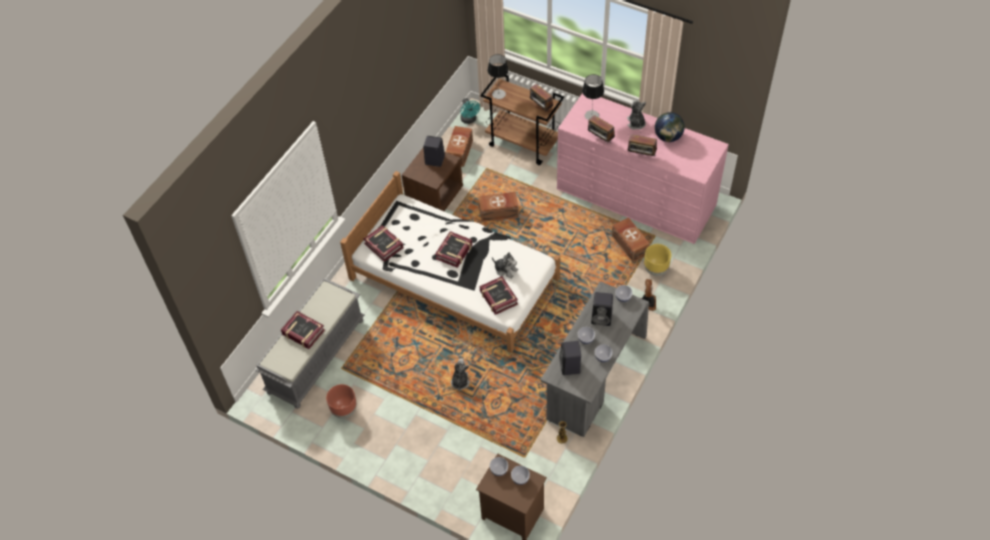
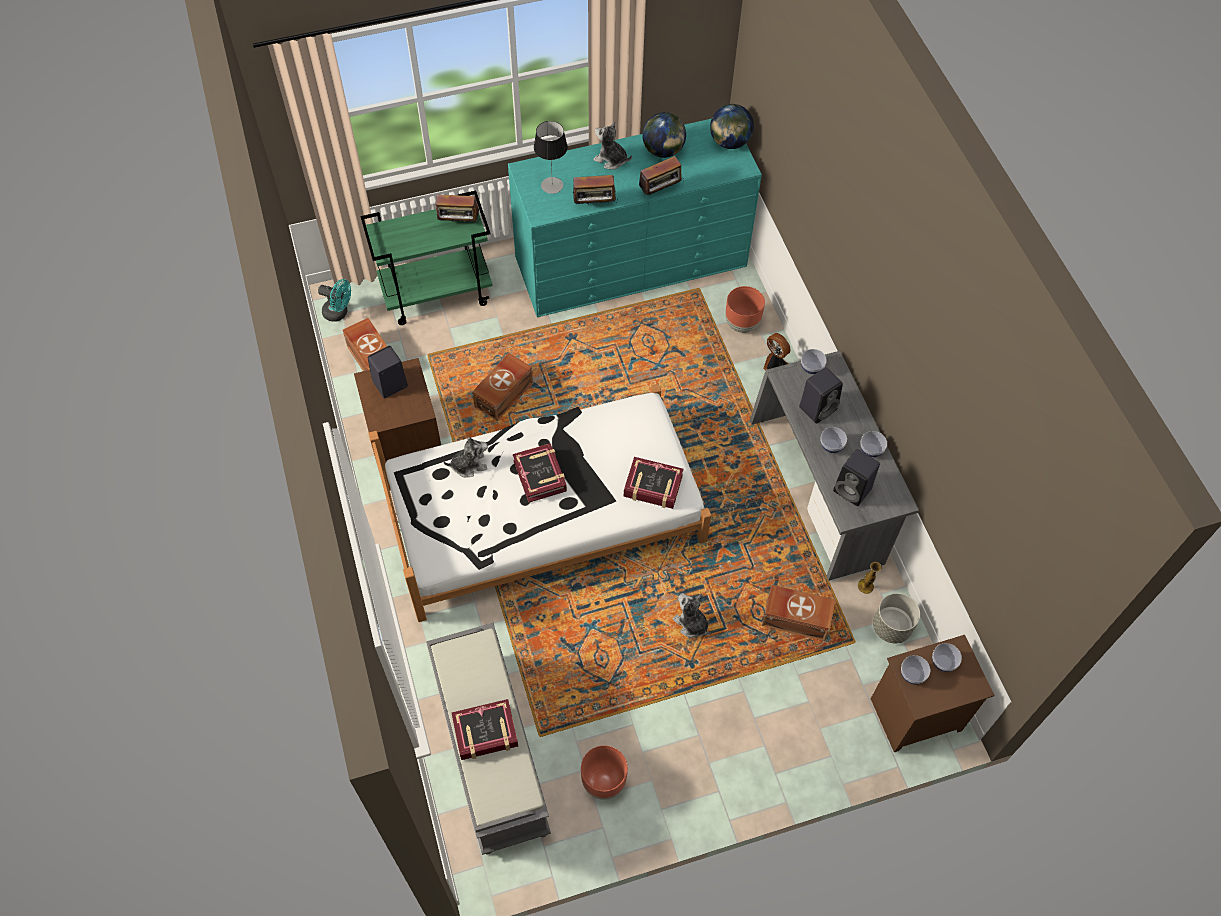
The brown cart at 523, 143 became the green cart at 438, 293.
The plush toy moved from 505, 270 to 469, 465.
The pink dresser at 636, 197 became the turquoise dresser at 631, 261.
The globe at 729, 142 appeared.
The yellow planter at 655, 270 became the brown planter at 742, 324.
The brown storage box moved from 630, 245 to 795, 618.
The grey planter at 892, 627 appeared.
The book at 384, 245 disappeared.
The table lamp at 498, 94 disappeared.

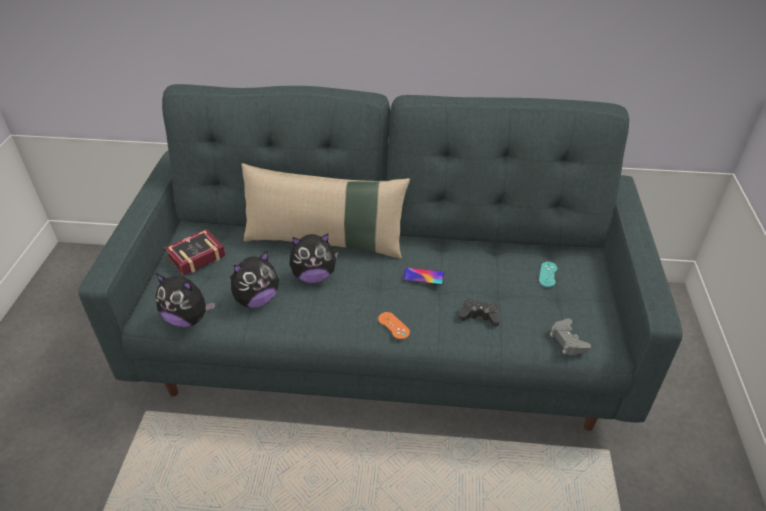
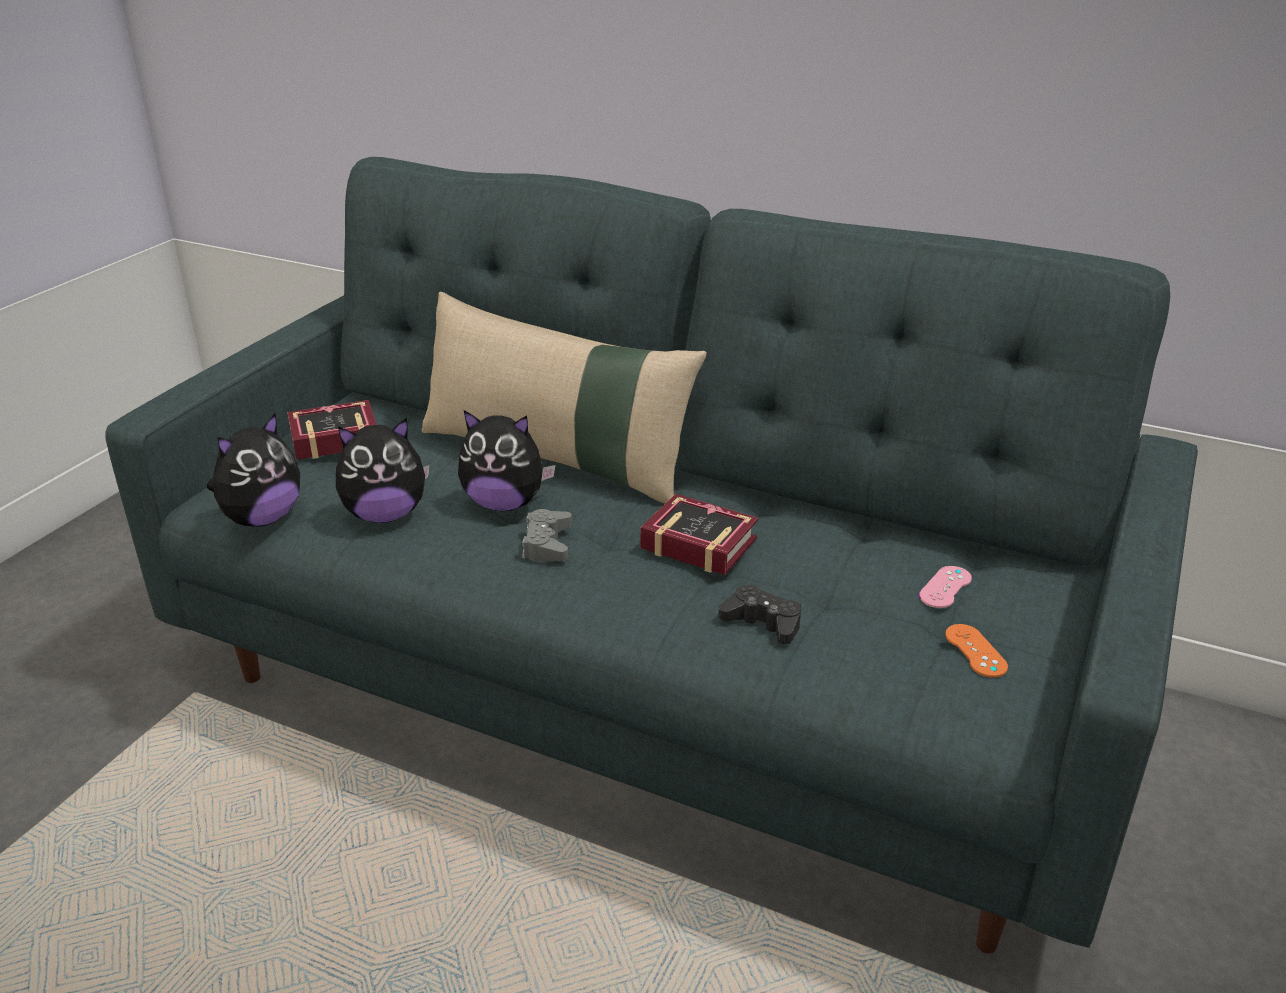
The plush toy at 188, 318 turned 90 degrees counterclockwise.
The grey game controller moved from 568, 341 to 547, 544.
The phone at 423, 276 was replaced by the book at 696, 541.
The turquoise game controller at 548, 274 became the pink game controller at 945, 587.
The orange game controller moved from 393, 325 to 975, 651.

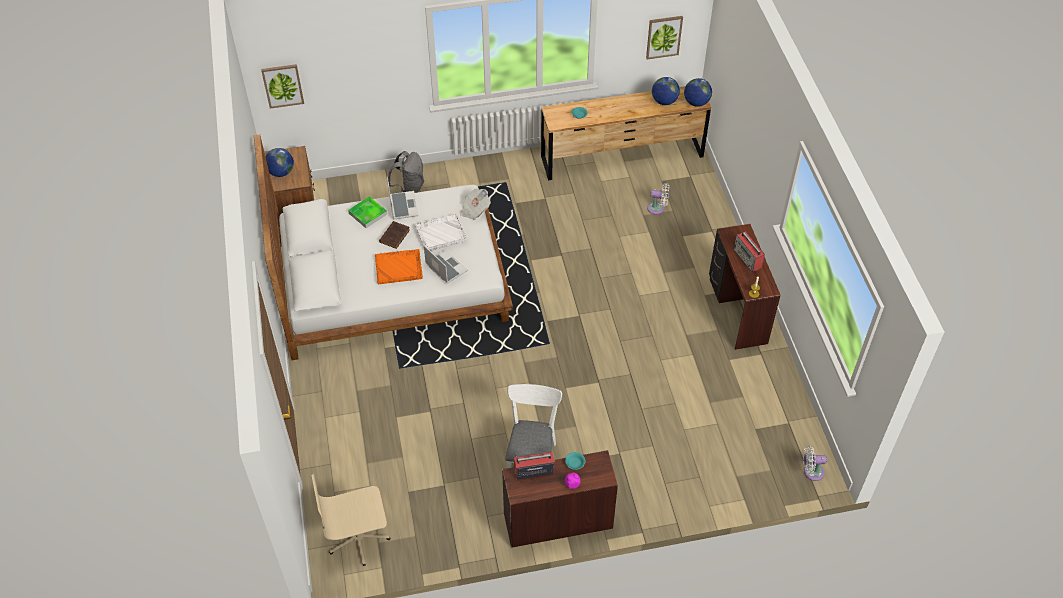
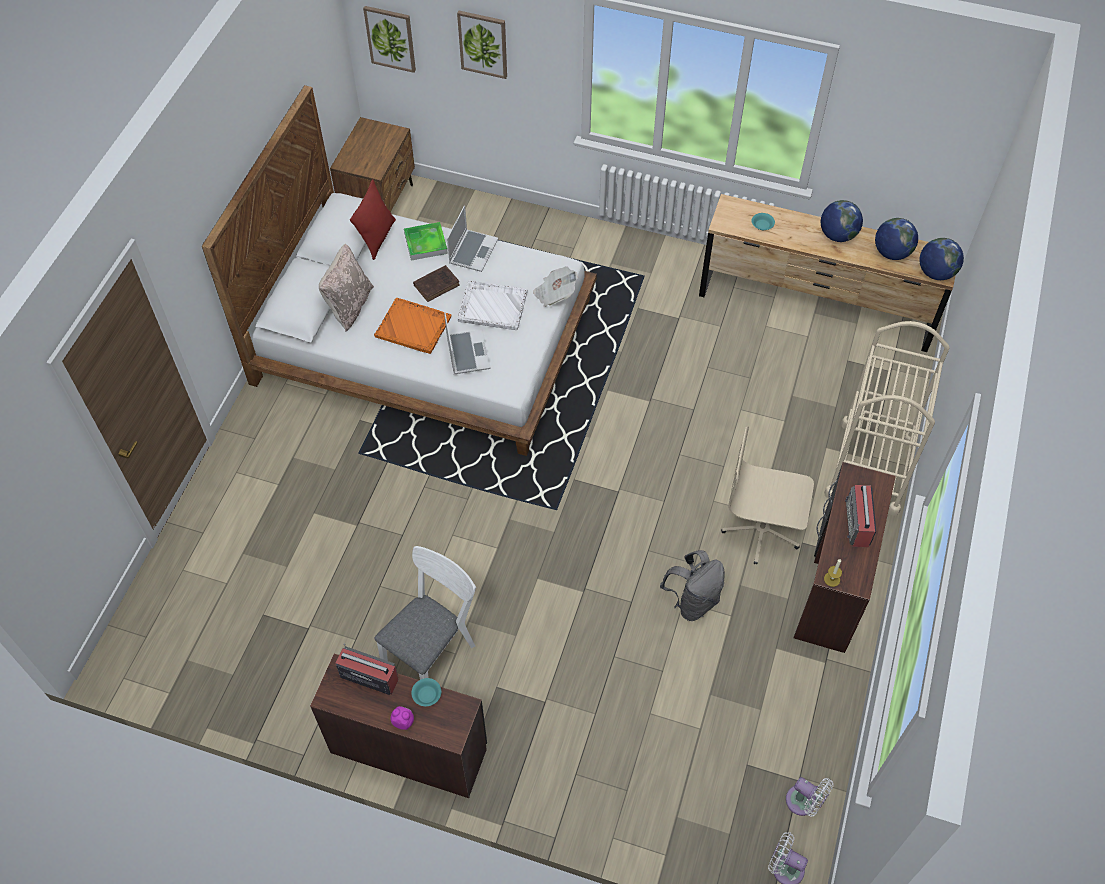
The beige pillow at 349, 306 appeared.
The red pillow at 377, 238 appeared.
The picture moved from 663, 36 to 483, 44.
The grey backpack moved from 409, 189 to 692, 601.
The beige office chair moved from 358, 538 to 761, 530.
The white fan moved from 657, 208 to 804, 802.
The globe moved from 281, 172 to 837, 235.
The beige cart at 869, 467 appeared.

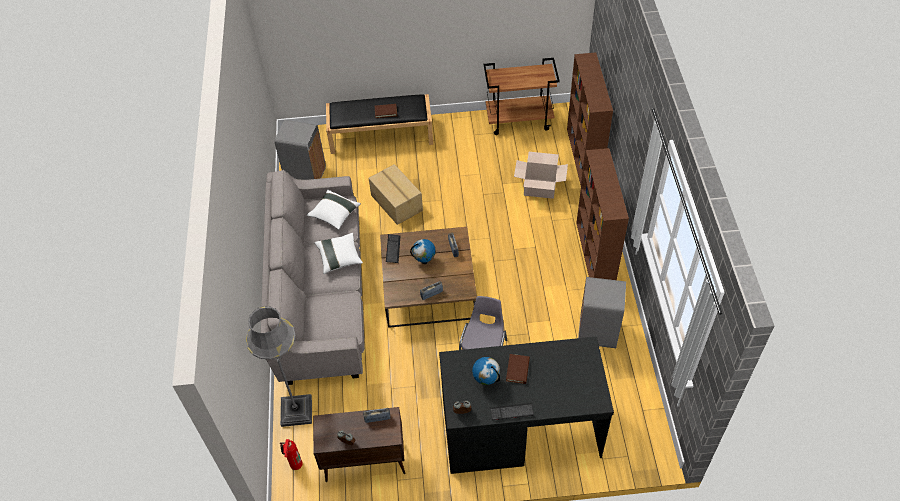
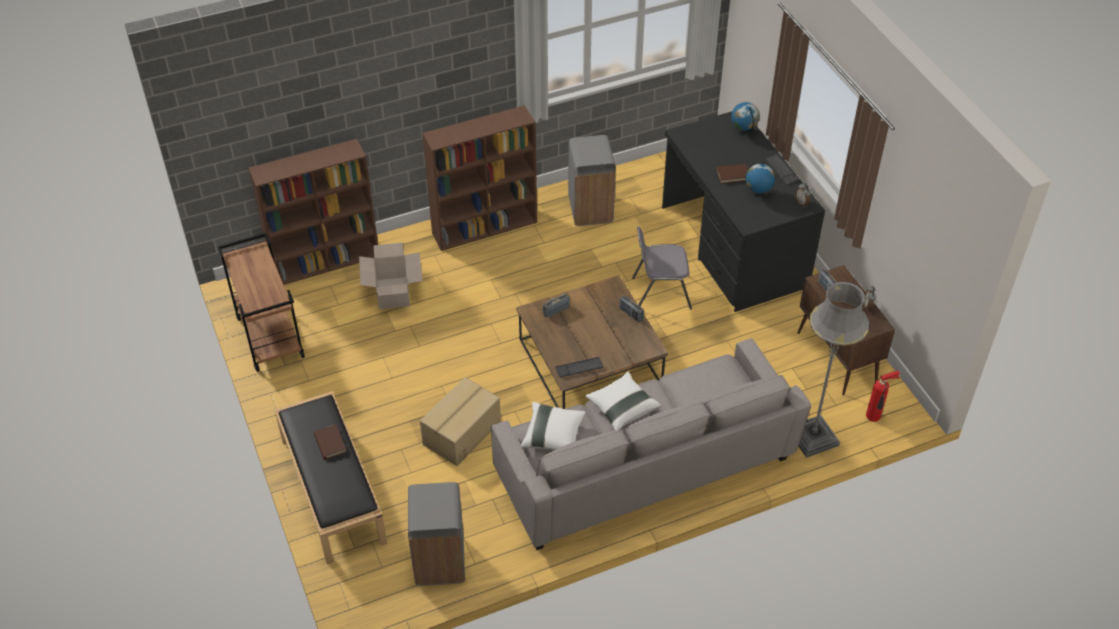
The globe moved from 424, 261 to 743, 132.

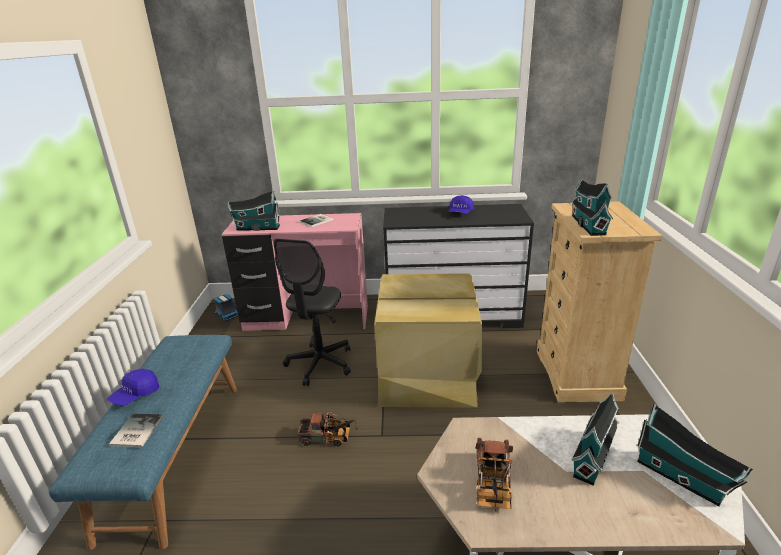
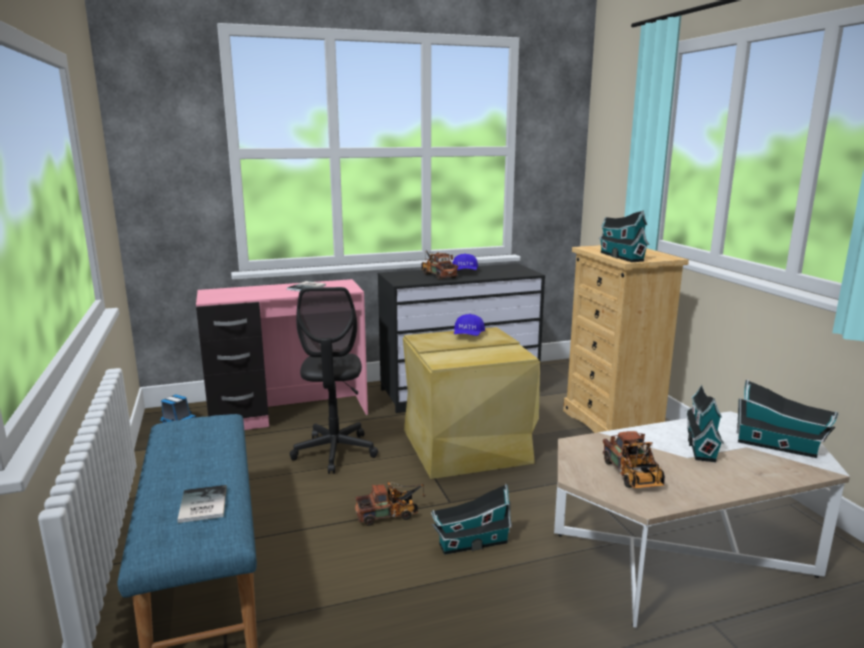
The toy truck at 437, 275 appeared.
The toy house moved from 256, 228 to 470, 544.
The blue cap moved from 136, 395 to 468, 336.

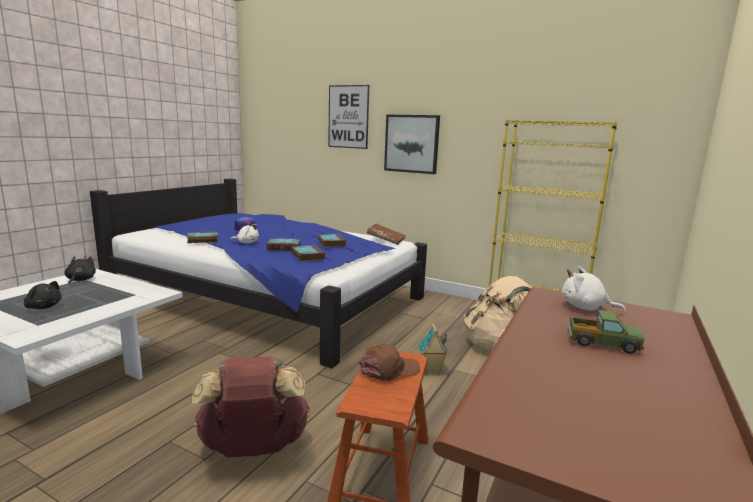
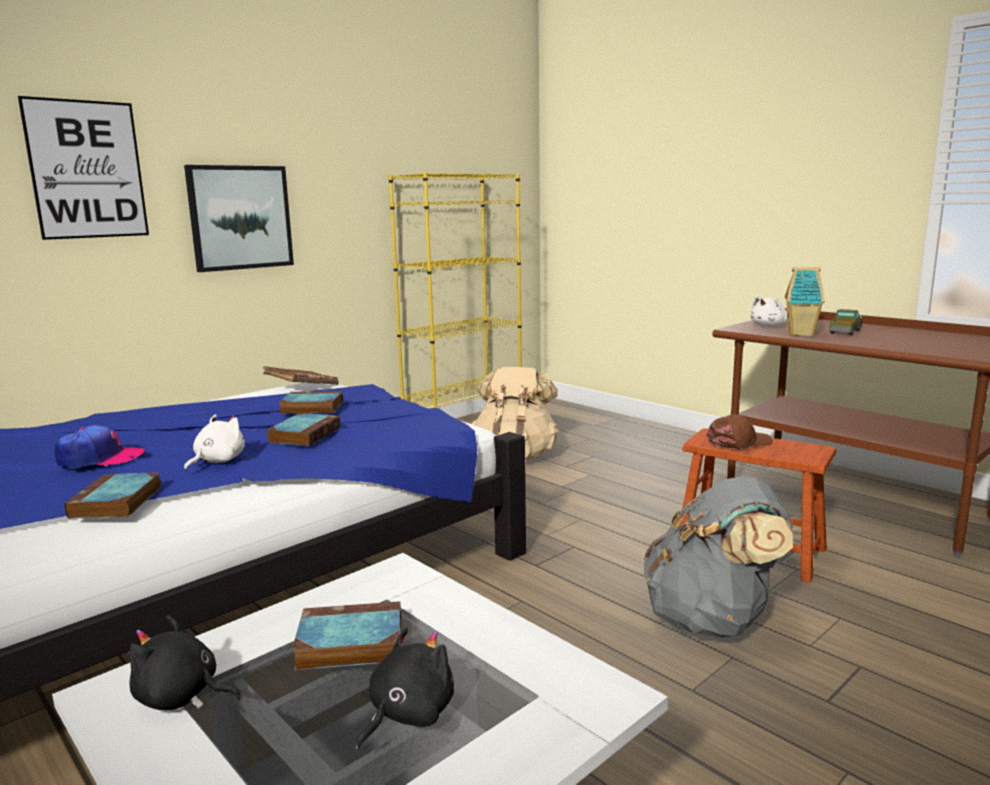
The book moved from 307, 256 to 347, 644.
The brown backpack at 254, 449 became the grey backpack at 712, 620.
The brown cap at 389, 369 turned 75 degrees clockwise.
The toy house moved from 431, 370 to 802, 334.

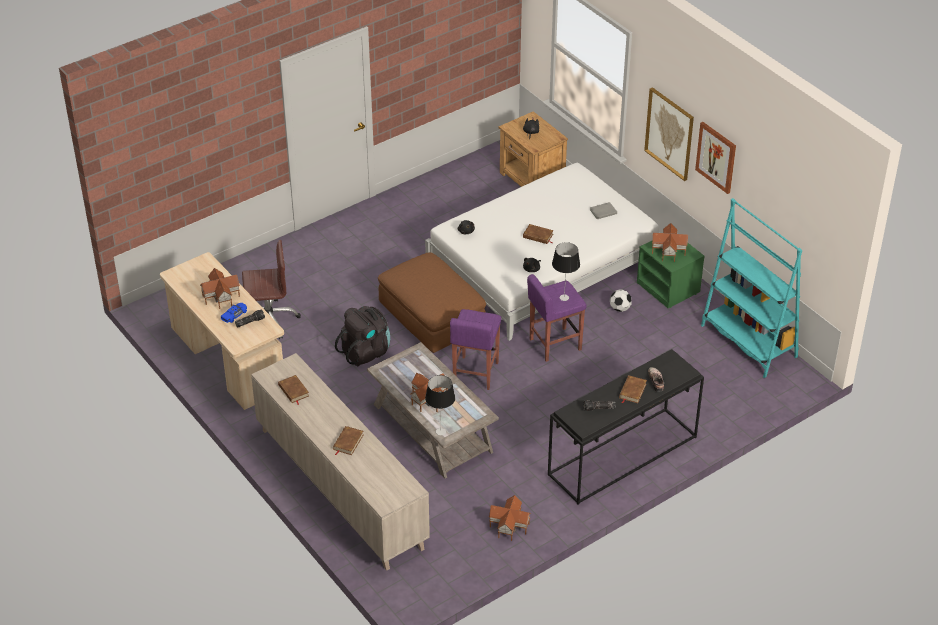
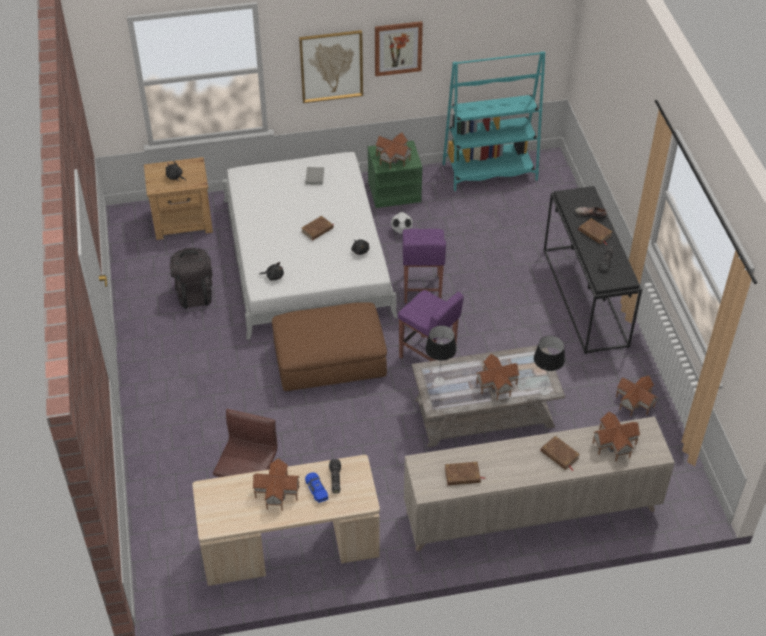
The black backpack moved from 366, 352 to 194, 293.
The table lamp moved from 564, 297 to 439, 380.
The toy house at 613, 444 appeared.

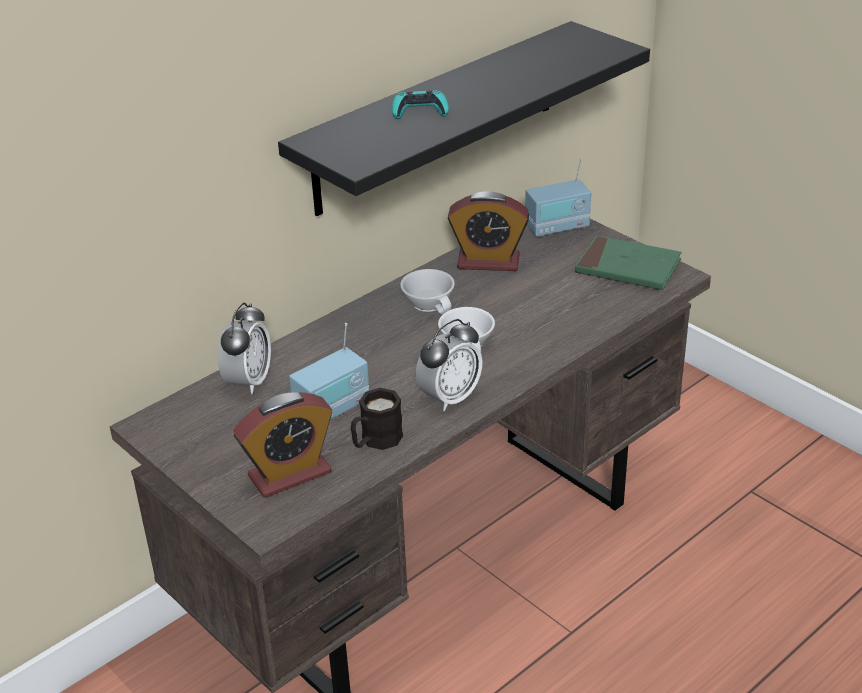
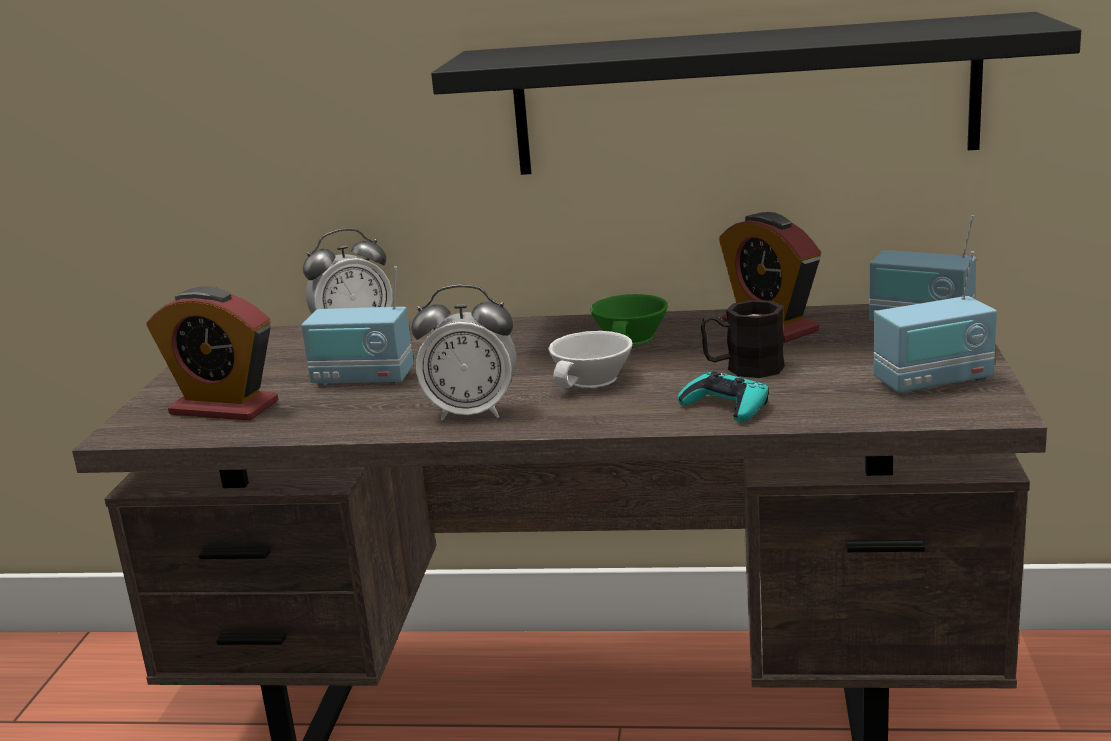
The white cup at 431, 303 became the green cup at 633, 338.
The turquoise game controller moved from 420, 111 to 726, 406.
The black mug moved from 375, 441 to 743, 368.
The green book at 627, 268 was replaced by the radio at 933, 382.

